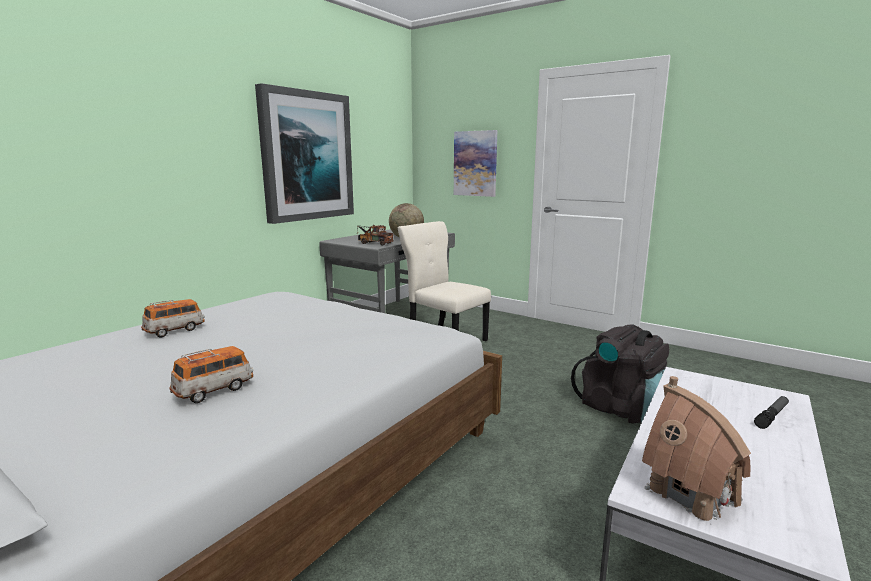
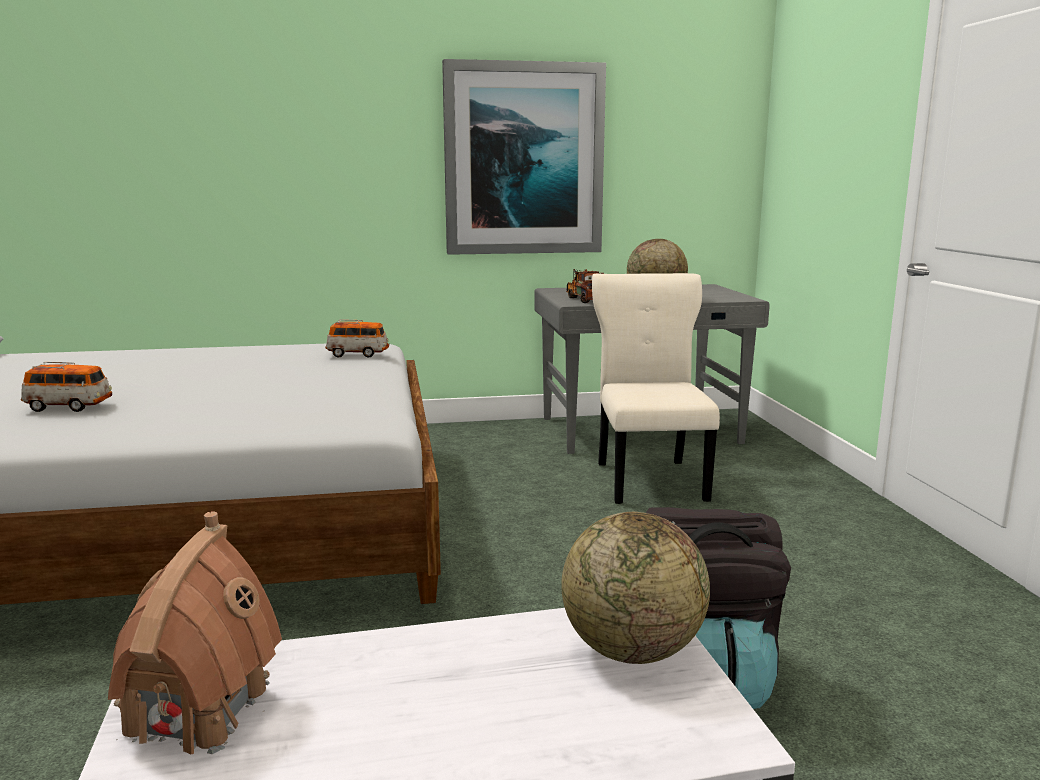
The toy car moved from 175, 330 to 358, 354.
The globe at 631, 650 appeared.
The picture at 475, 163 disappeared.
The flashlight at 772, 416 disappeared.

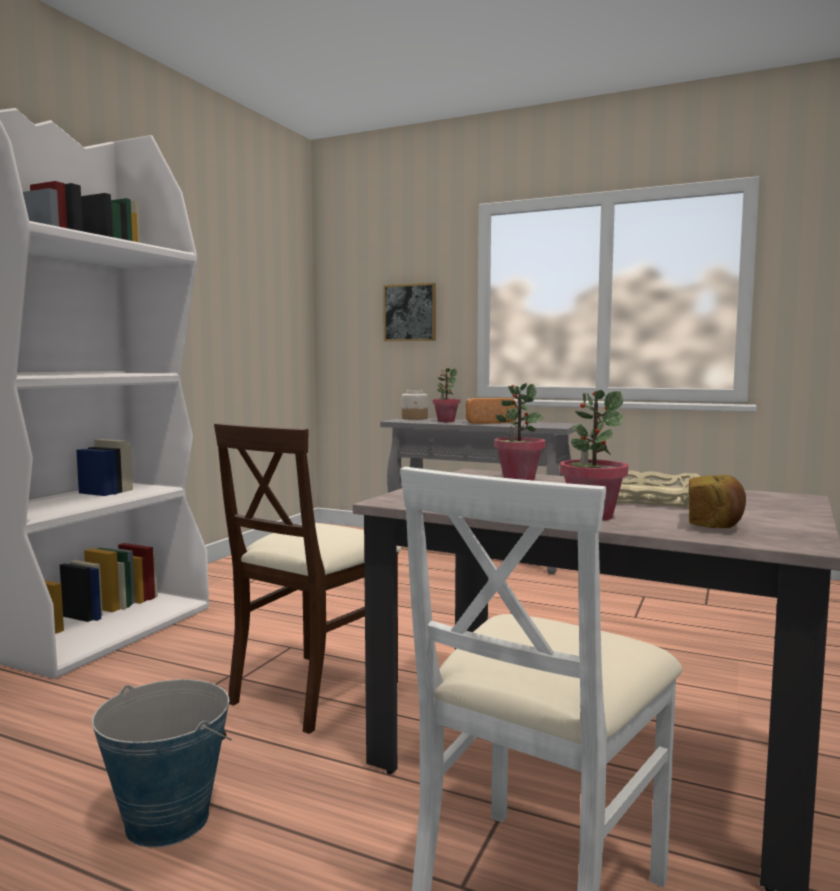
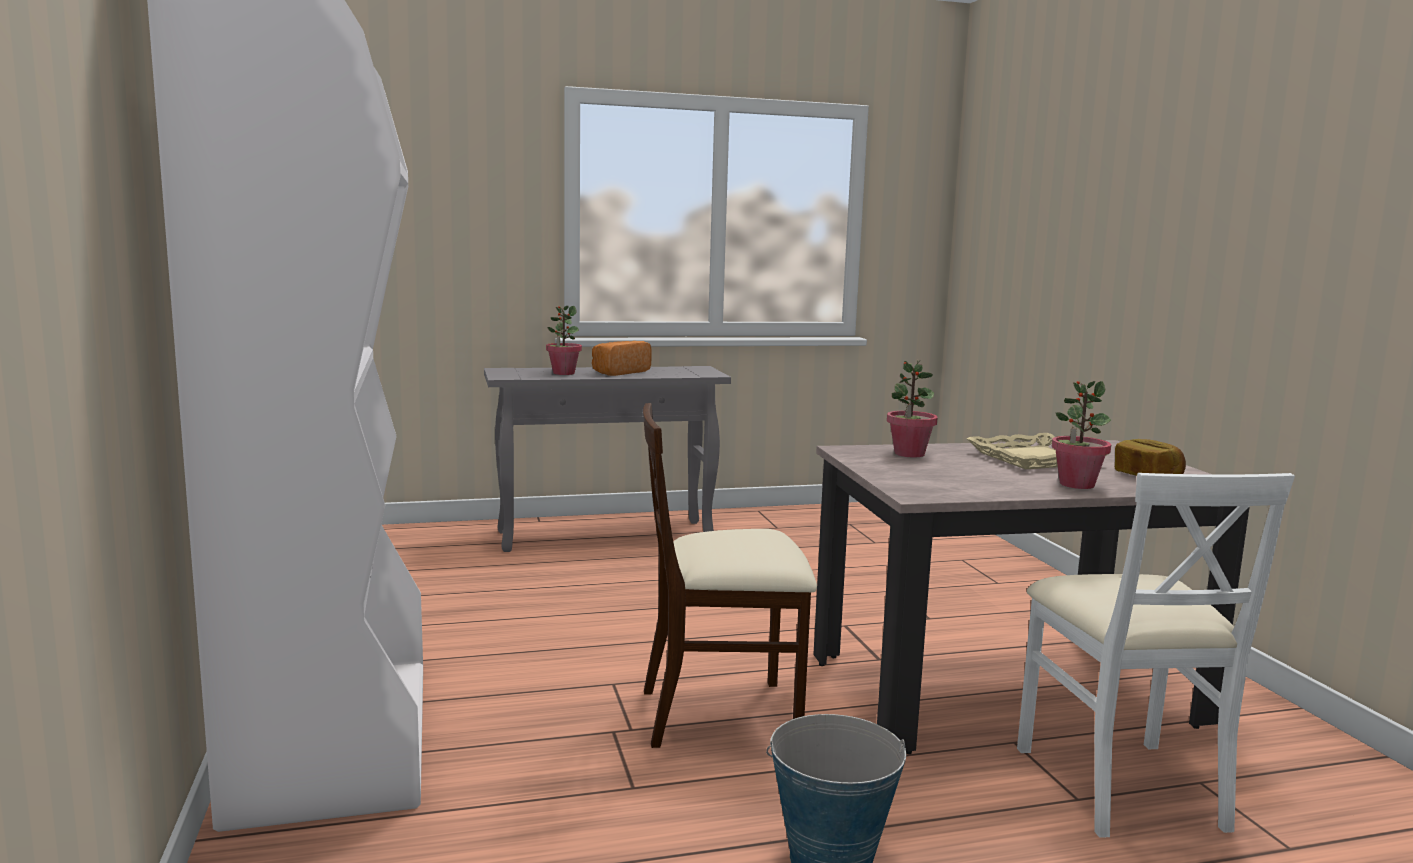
The beige chair at 313, 690 turned 90 degrees clockwise.
The picture at 410, 312 disappeared.
The jar at 415, 418 disappeared.

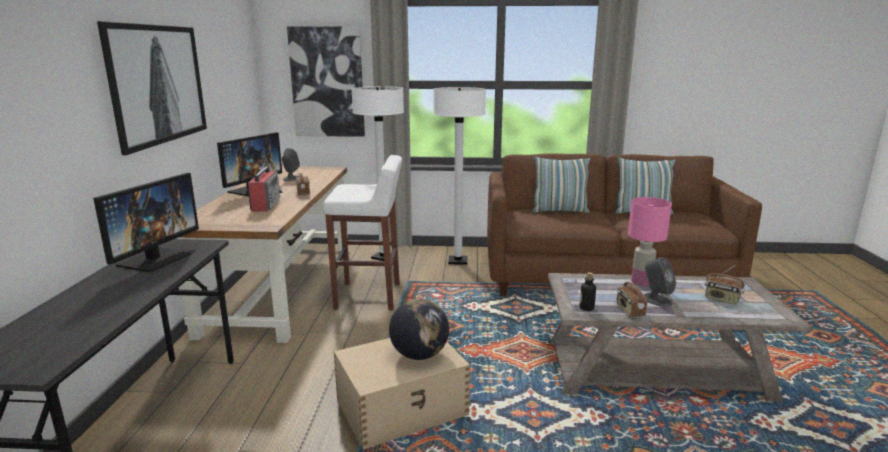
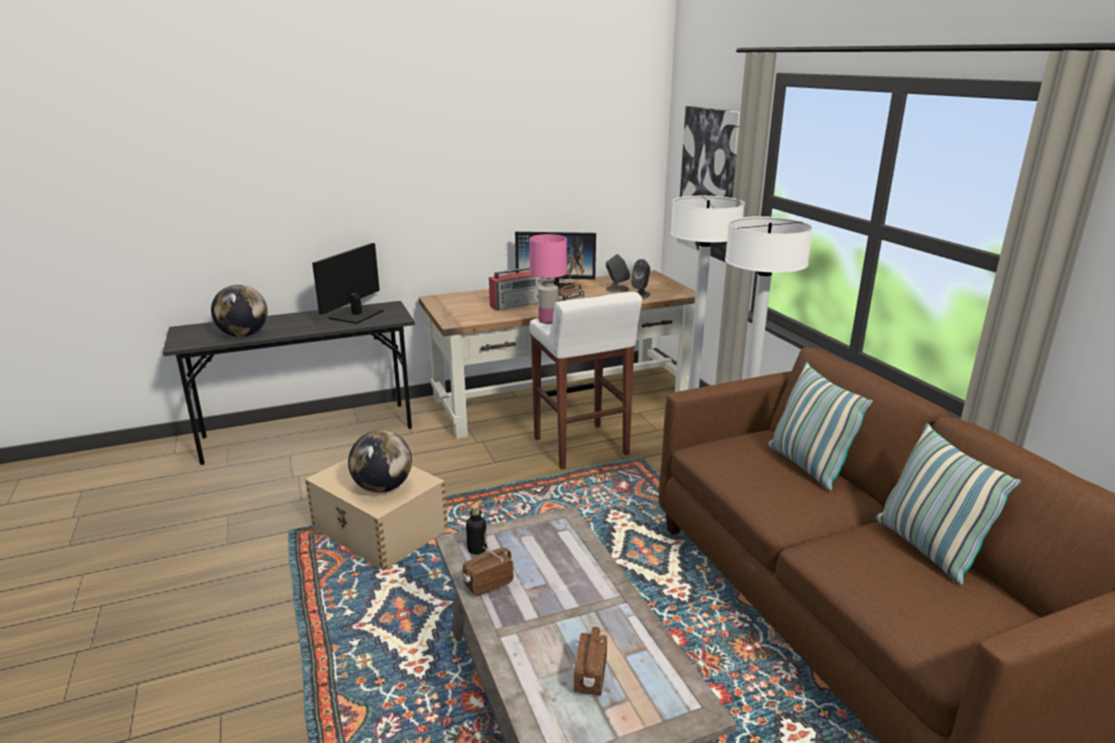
The globe at 244, 335 appeared.
The monitor at 155, 259 turned 120 degrees clockwise.
The pink table lamp moved from 640, 282 to 548, 320.
The grey speaker moved from 656, 300 to 640, 295.
The picture at 157, 84 disappeared.

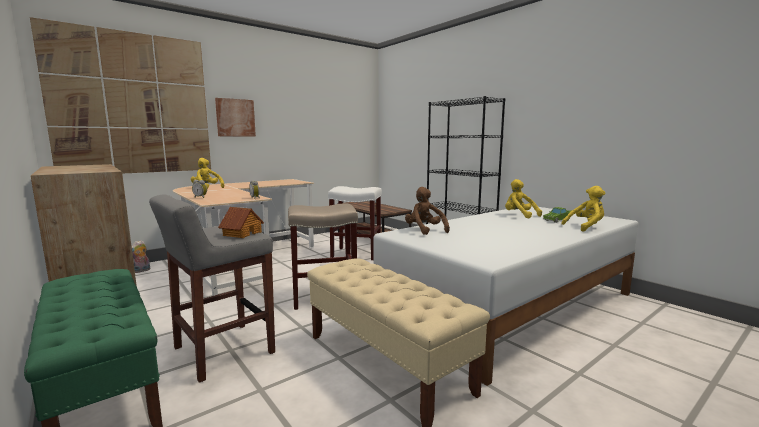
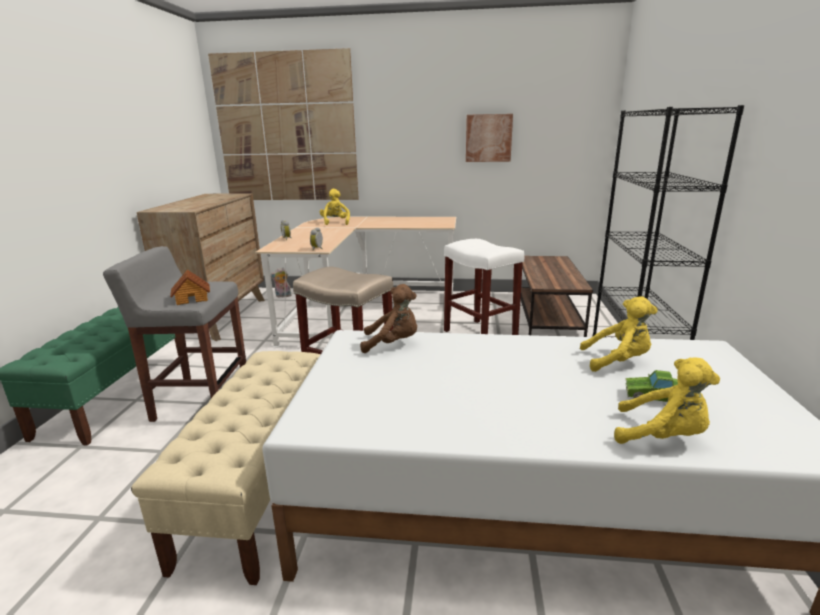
The brown plush toy at 425, 230 turned 75 degrees clockwise.
The picture moved from 235, 118 to 488, 138.
The yellow plush toy at 519, 215 turned 90 degrees clockwise.

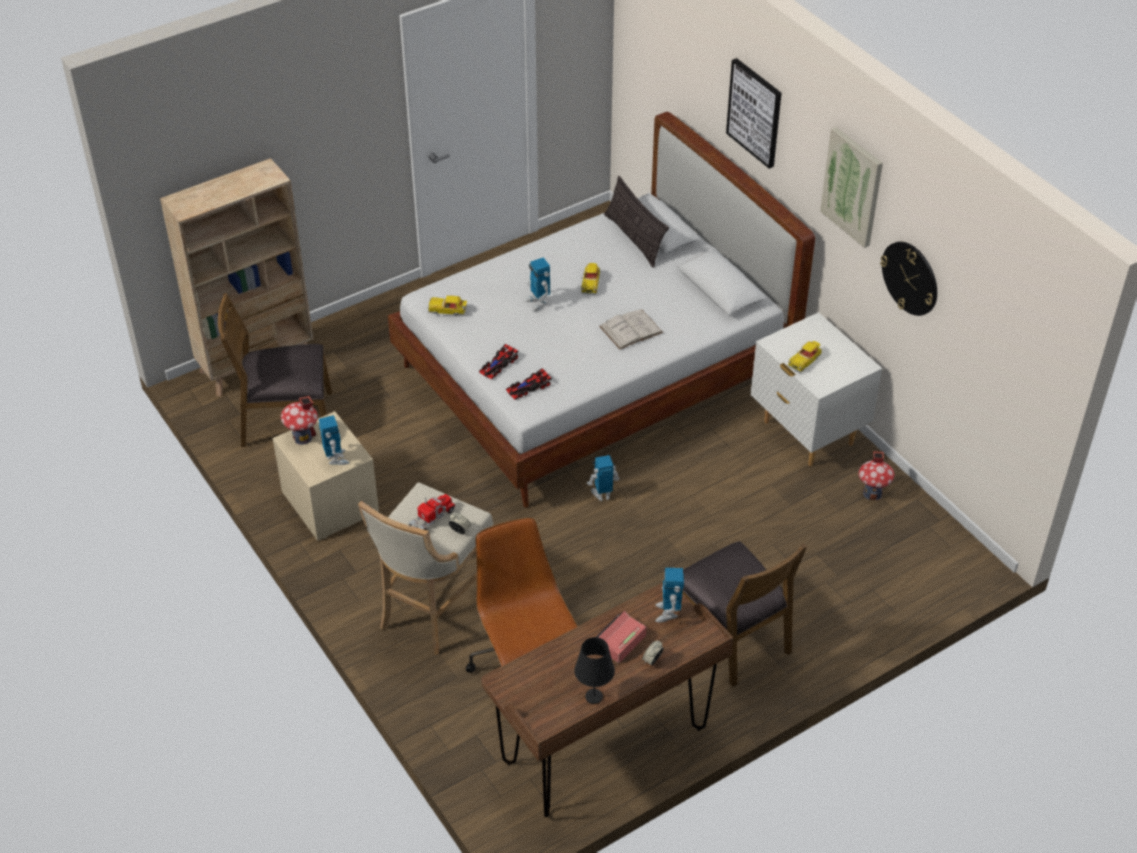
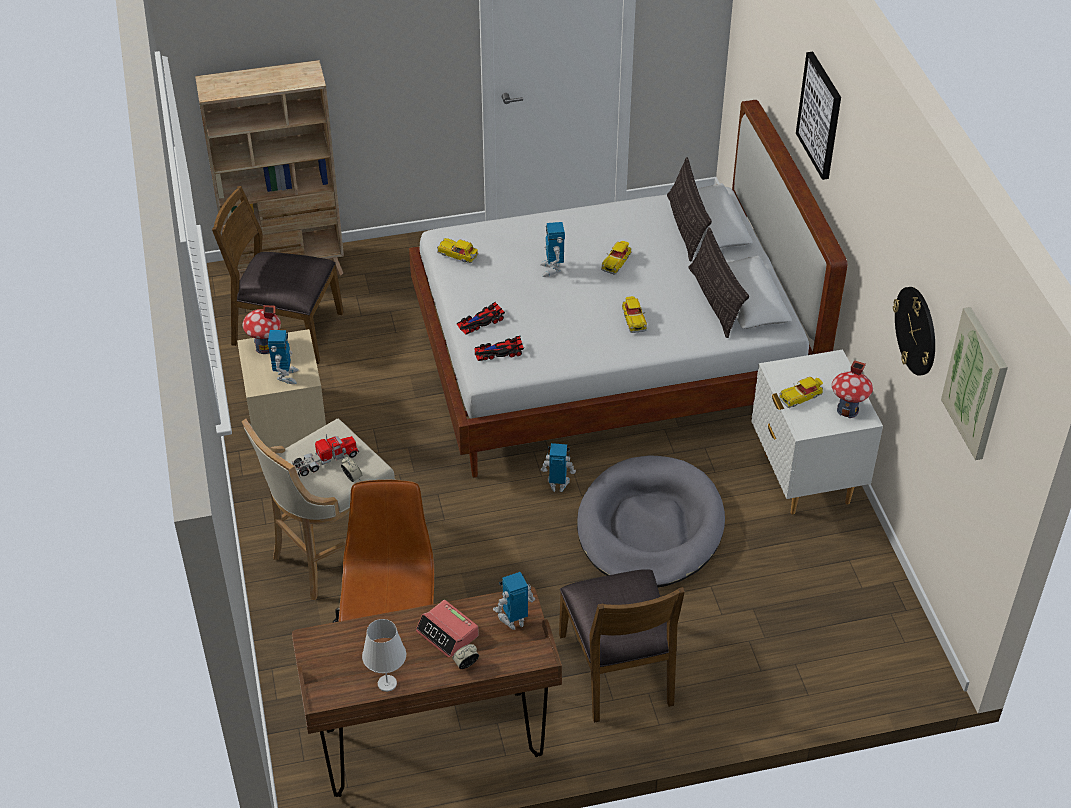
The black table lamp at 593, 696 became the white table lamp at 387, 683.
The alarm clock at 618, 640 turned 105 degrees counterclockwise.
The toy robot at 668, 613 turned 45 degrees clockwise.
The grey dog bed at 650, 527 appeared.
The white book at 631, 329 was replaced by the toy car at 633, 319.
The pillow at 715, 301 appeared.
The toy house moved from 872, 493 to 847, 410.
The picture moved from 852, 186 to 976, 383.

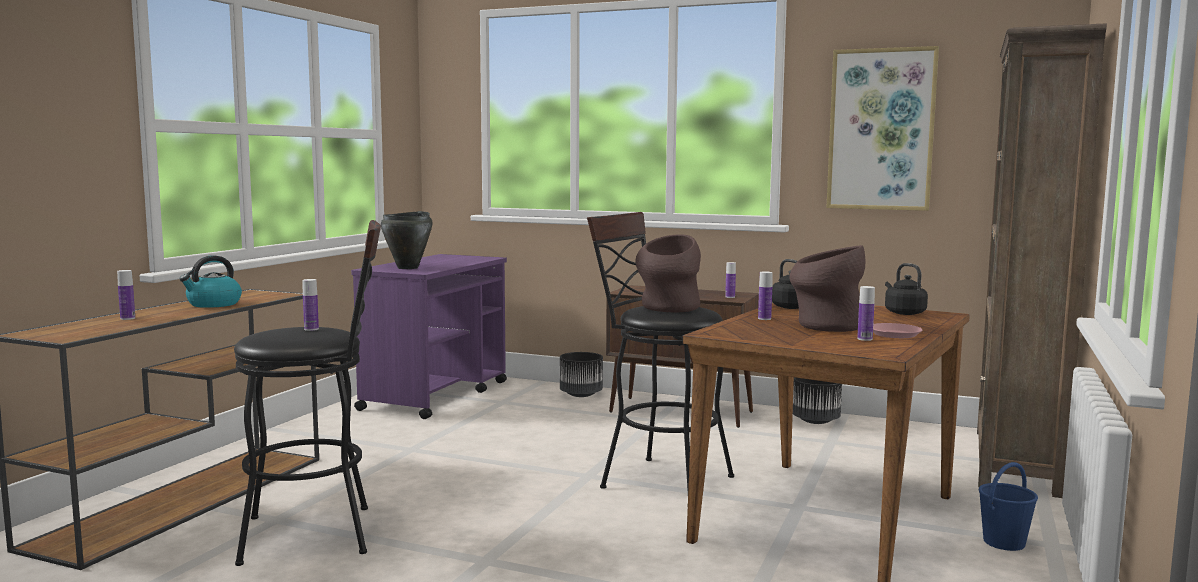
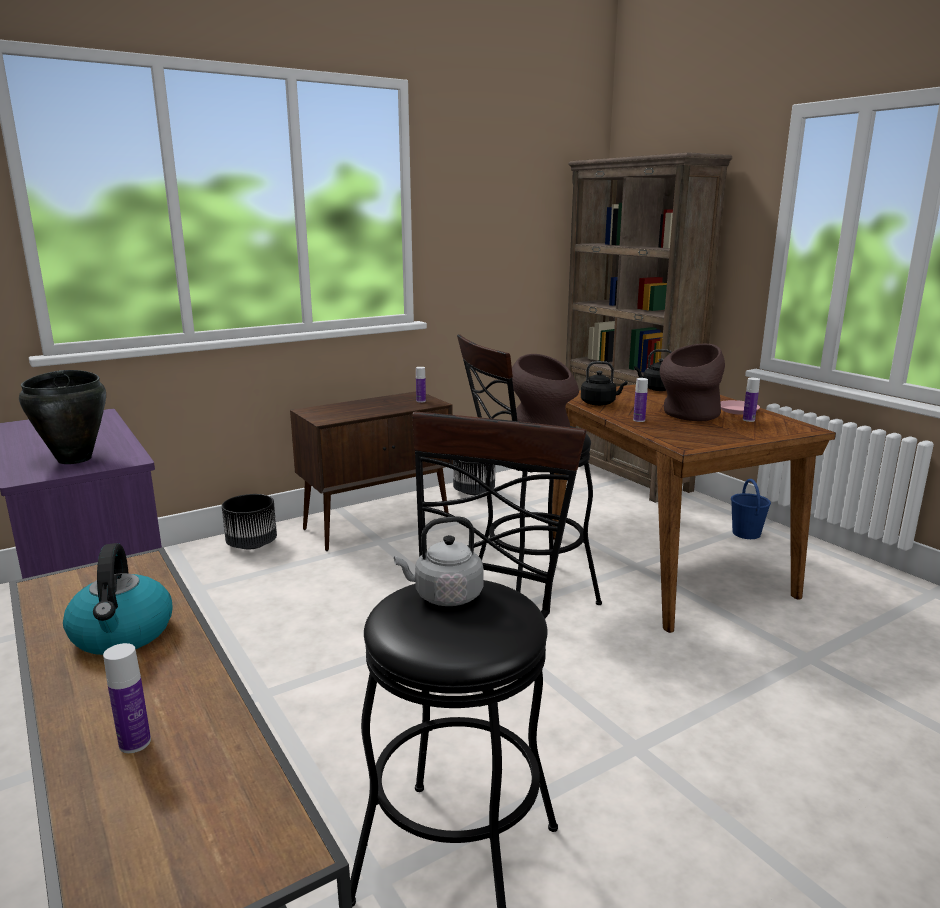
The bottle at 311, 329 was replaced by the grey kettle at 444, 596.
The picture at 881, 129 disappeared.

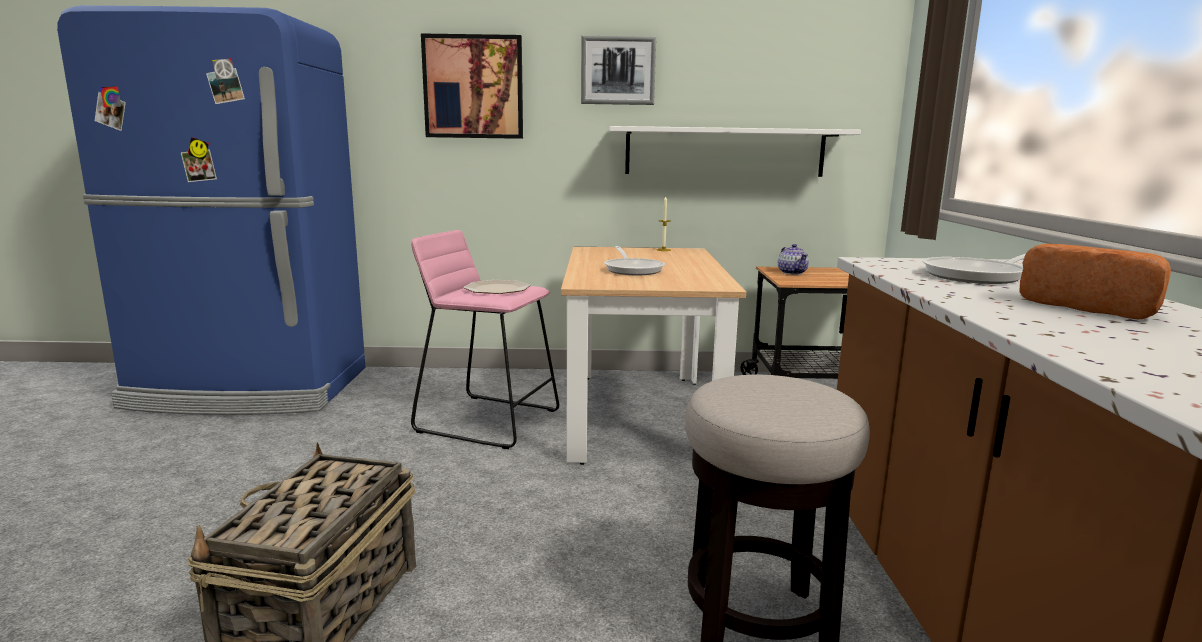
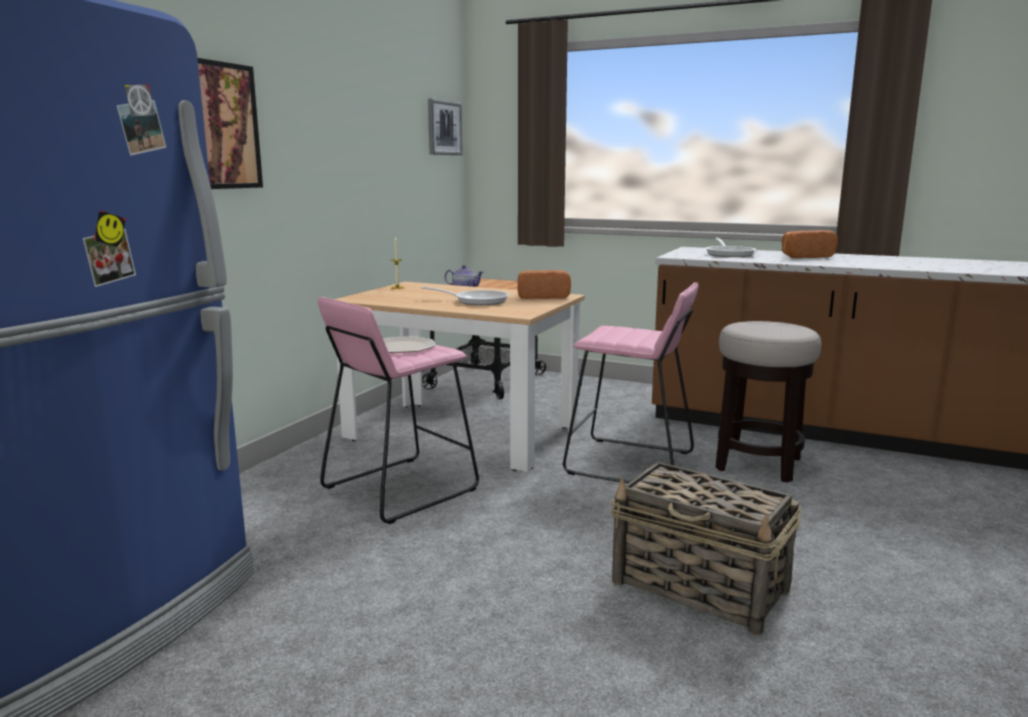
The picture moved from 618, 71 to 444, 128.
The bread at 542, 296 appeared.
The pink stool at 629, 463 appeared.
The white shelf at 724, 152 disappeared.

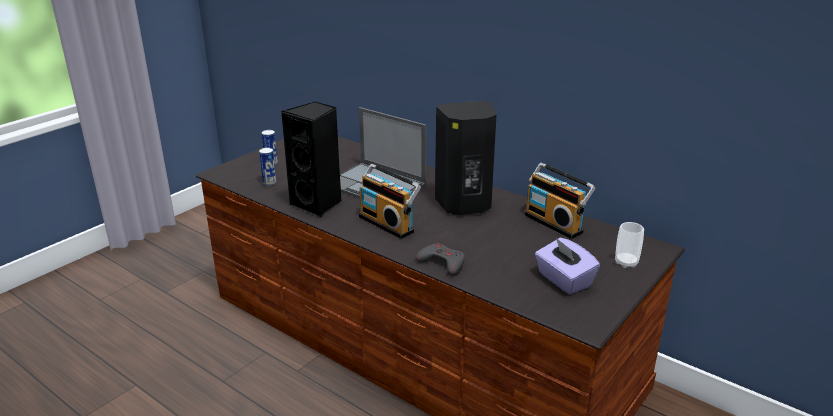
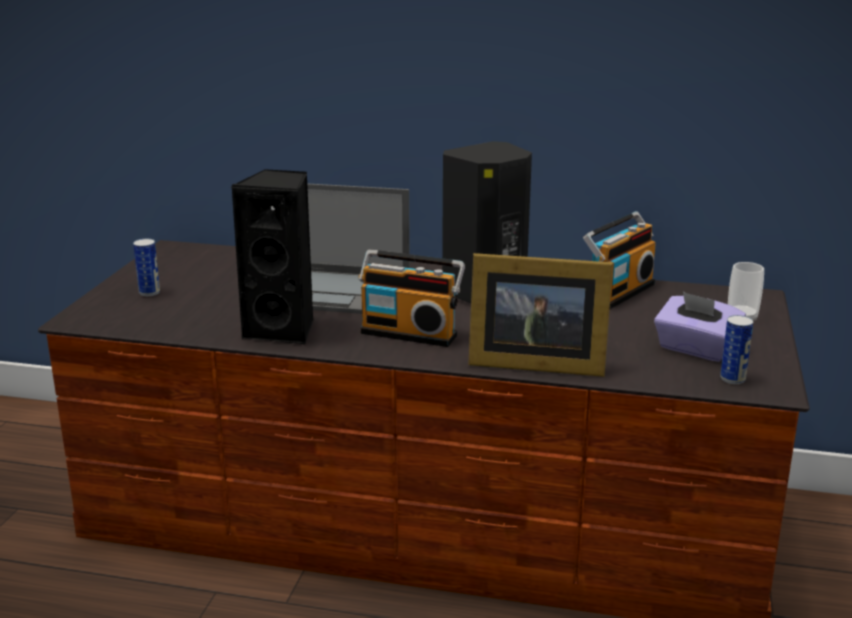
The grey game controller at 442, 263 was replaced by the picture frame at 532, 362.
The radio at 555, 223 turned 75 degrees counterclockwise.
The can moved from 269, 182 to 732, 379.

